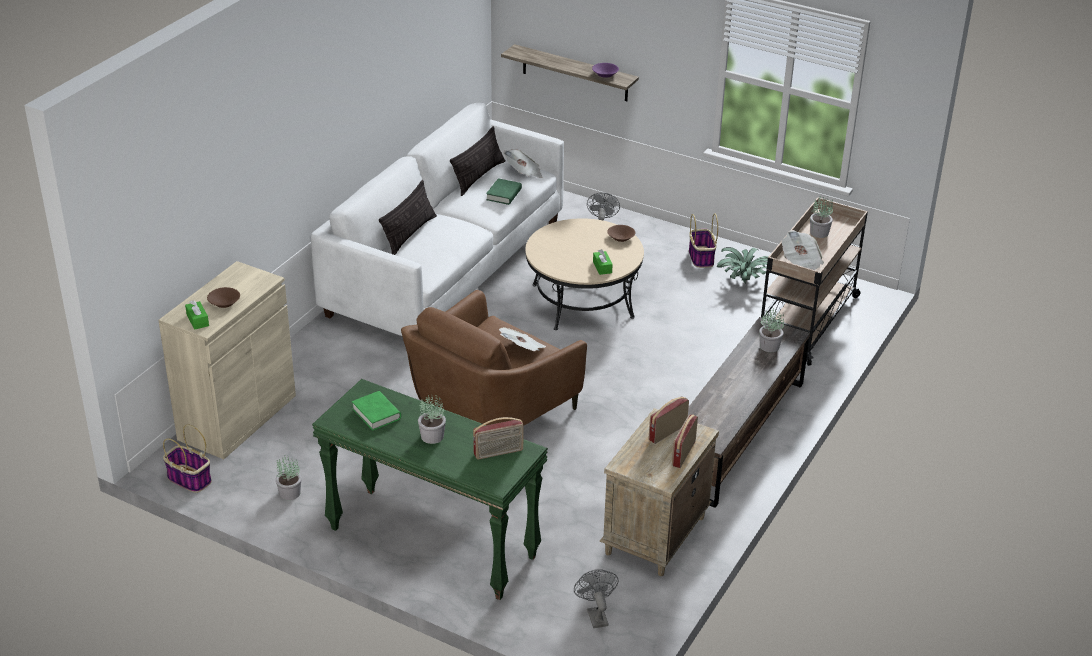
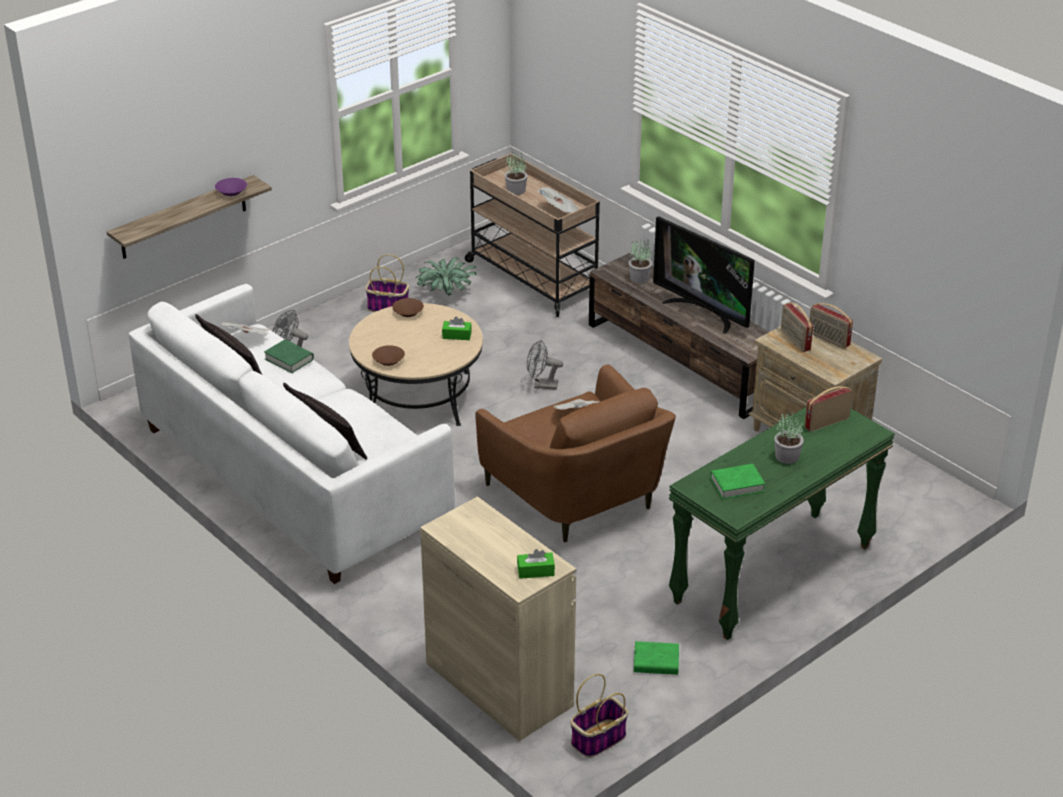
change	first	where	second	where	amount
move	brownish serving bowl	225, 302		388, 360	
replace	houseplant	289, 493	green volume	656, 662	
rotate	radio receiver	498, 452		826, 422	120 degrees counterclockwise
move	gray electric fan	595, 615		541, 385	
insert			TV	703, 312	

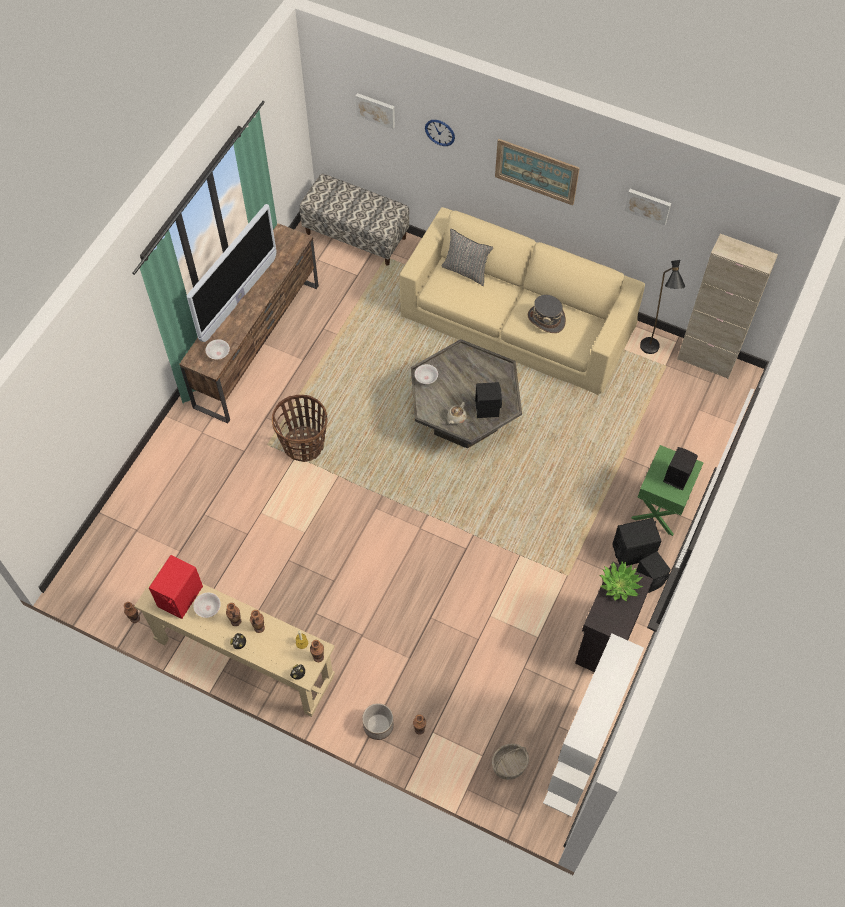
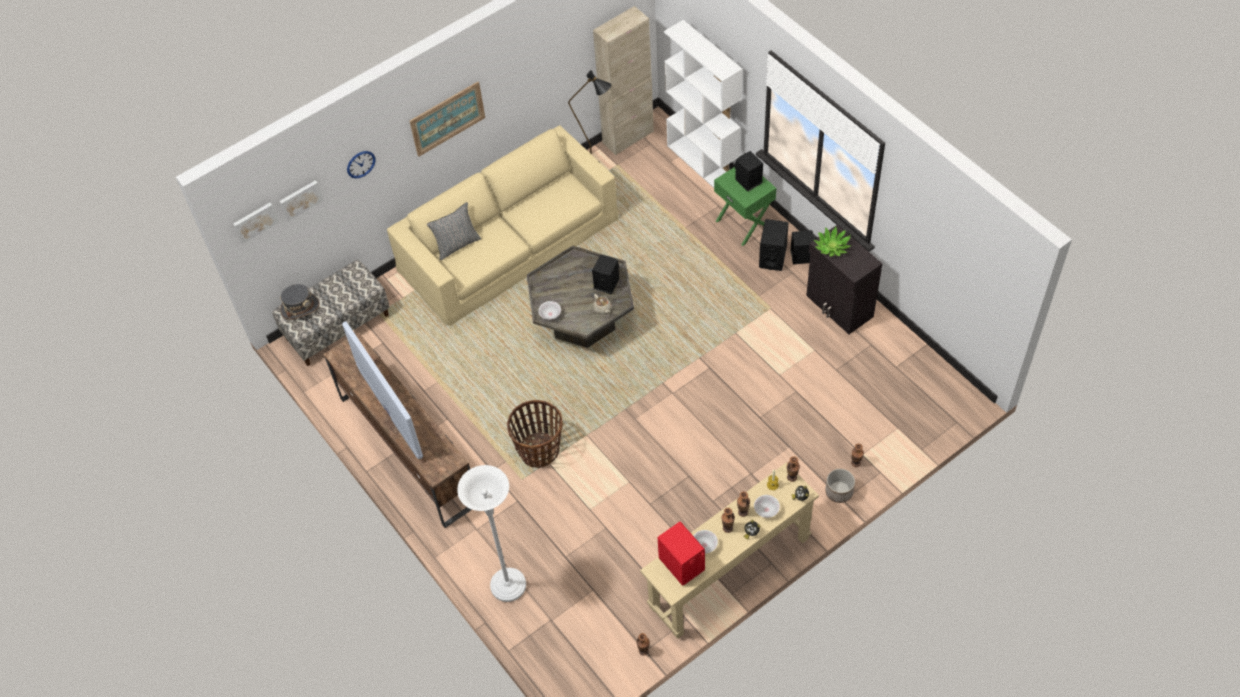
change	first	where	second	where	amount
move	white serving bowl	218, 354		766, 510	
delete	basket	509, 765			
move	gray hat	546, 319		300, 307	
move	white bookshelf	579, 761		703, 164	
move	picture	648, 205		255, 221	
insert			white standard lamp	508, 586	

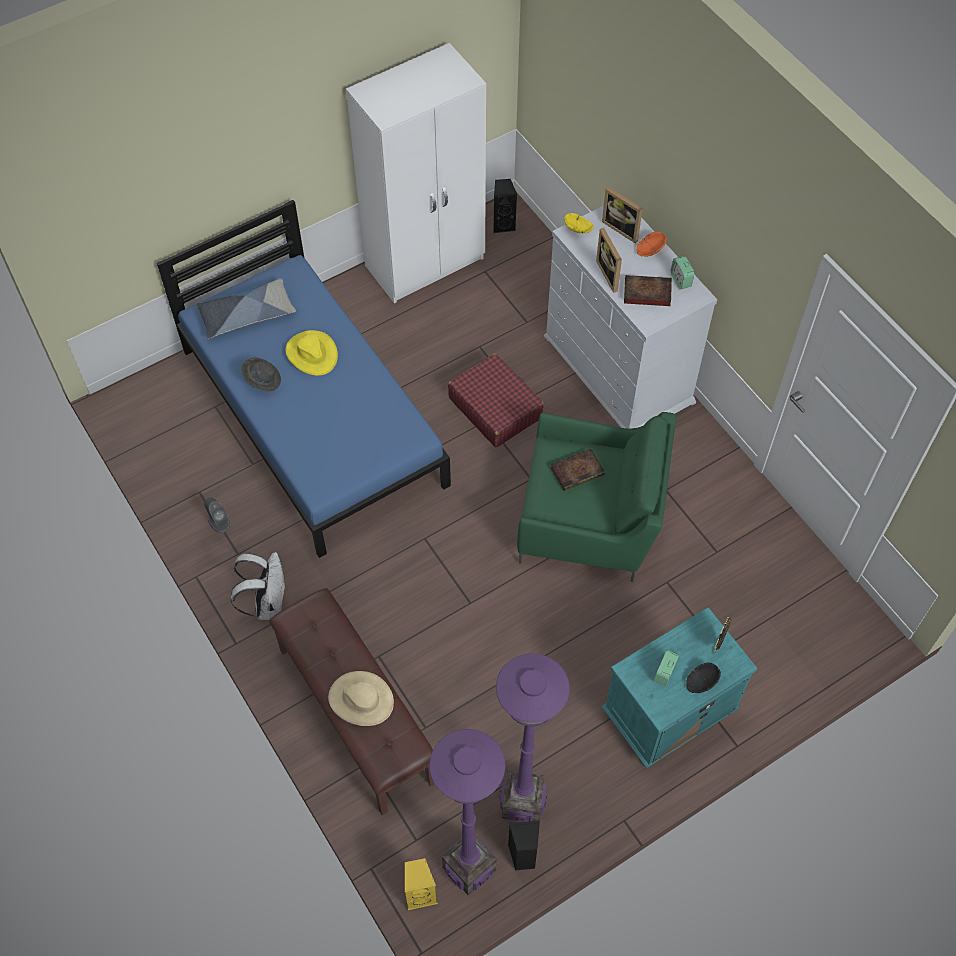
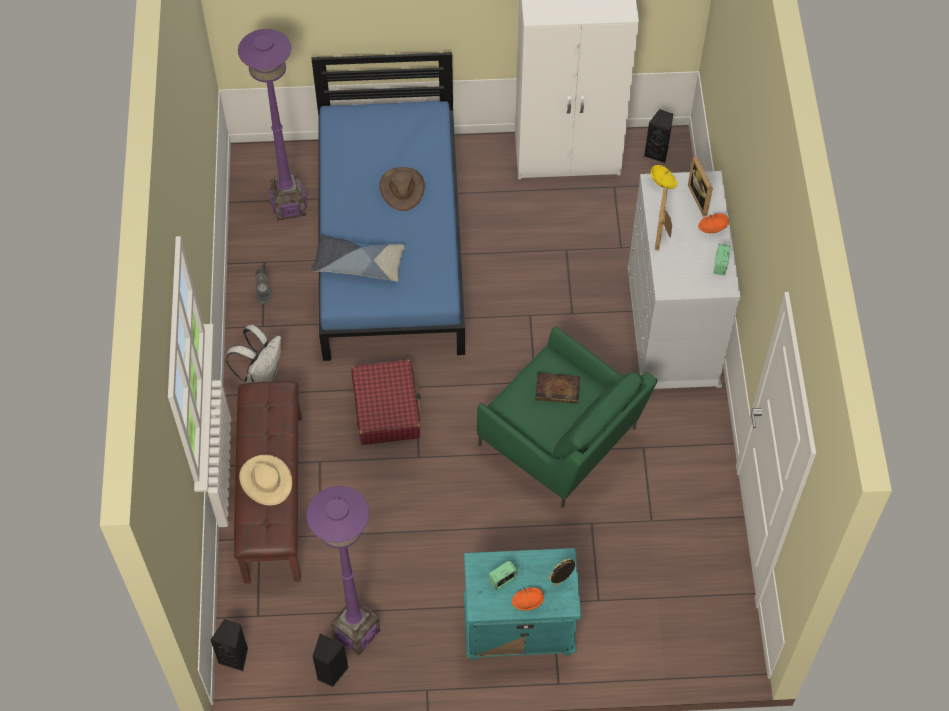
change	first	where	second	where	amount
move	cushion	247, 314		358, 263	
delete	gray hat	262, 380			
recolor	yellowish hat	311, 354	brownish hat	402, 189	
recolor	yellowish loudspeaker	420, 893	black-coloured loudspeaker	235, 657	
move	purple-coloured standard lamp	469, 868		289, 206	
move	reddish suitcase	495, 407		386, 408	
delete	volume	646, 293			
recolor	black-coloured serving bowl	700, 682	orange-coloured serving bowl	527, 602	

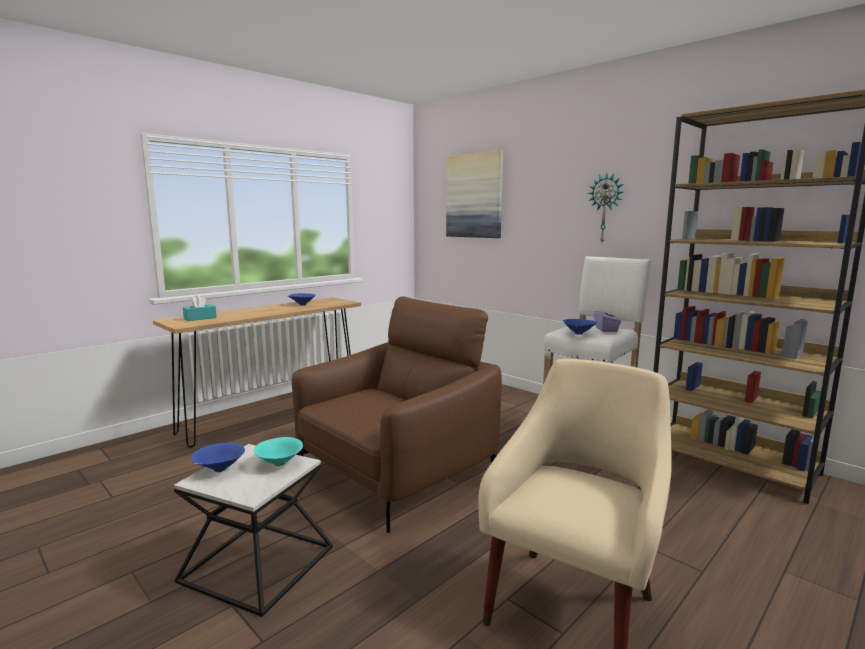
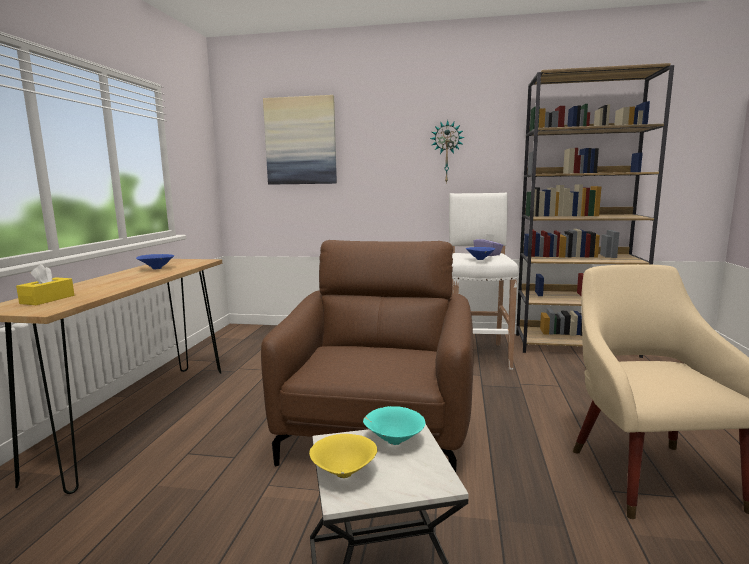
change	first	where	second	where	amount
recolor	turquoise box of tissues	200, 318	yellowish box of tissues	47, 299	
recolor	bluish serving bowl	219, 470	yellowish serving bowl	343, 474	

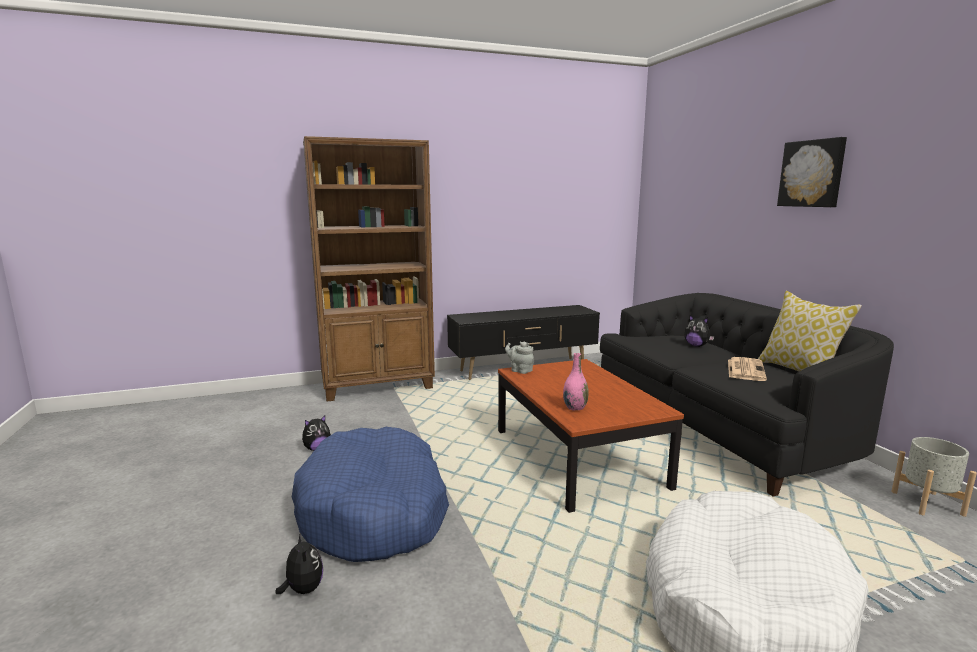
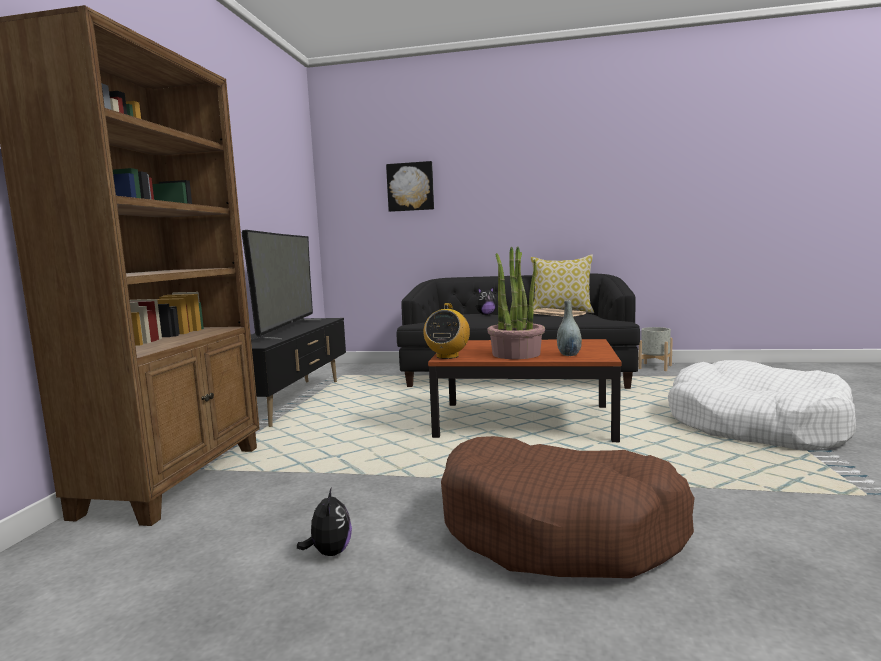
change	first	where	second	where	amount
delete	plush toy	303, 589			
recolor	bluish dog bed	375, 511	brownish dog bed	558, 529	
replace	gray pot for tea	520, 370	radio receiver	447, 356	
recolor	pinkish flower vase	575, 408	gray flower vase	569, 354	
move	picture	812, 173		410, 187	
insert			TV	288, 329	
insert			houseplant	516, 354	

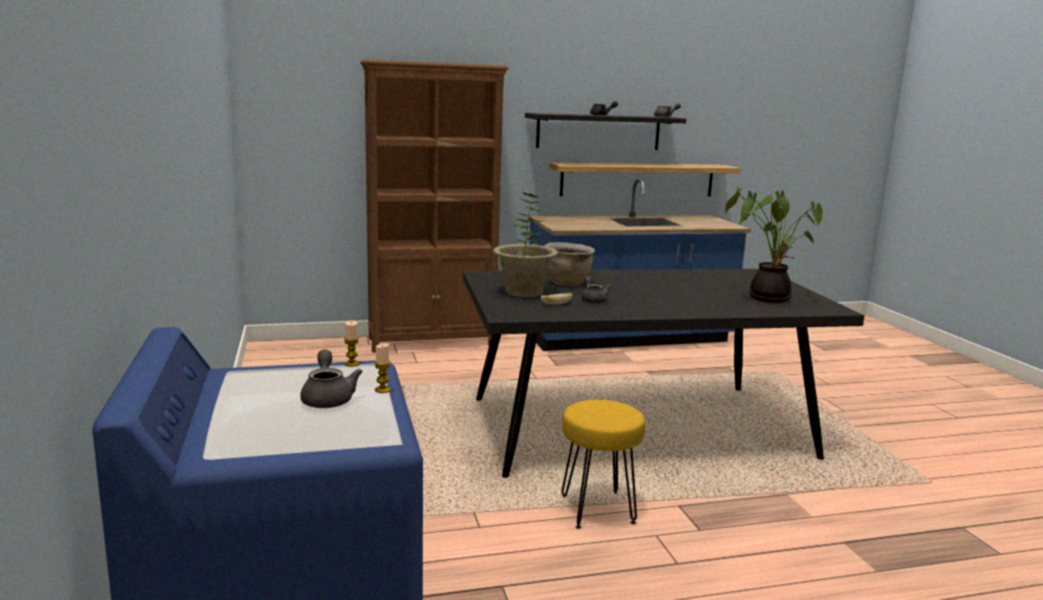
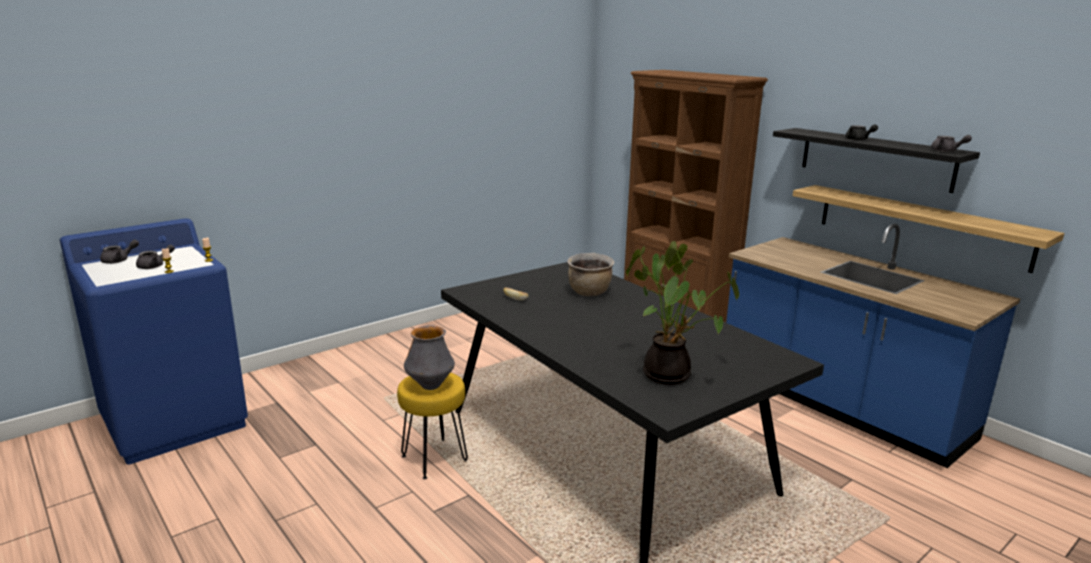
change	first	where	second	where	amount
delete	houseplant	524, 292			
move	gray pot for tea	593, 299		119, 260	
insert			flower vase	430, 386	

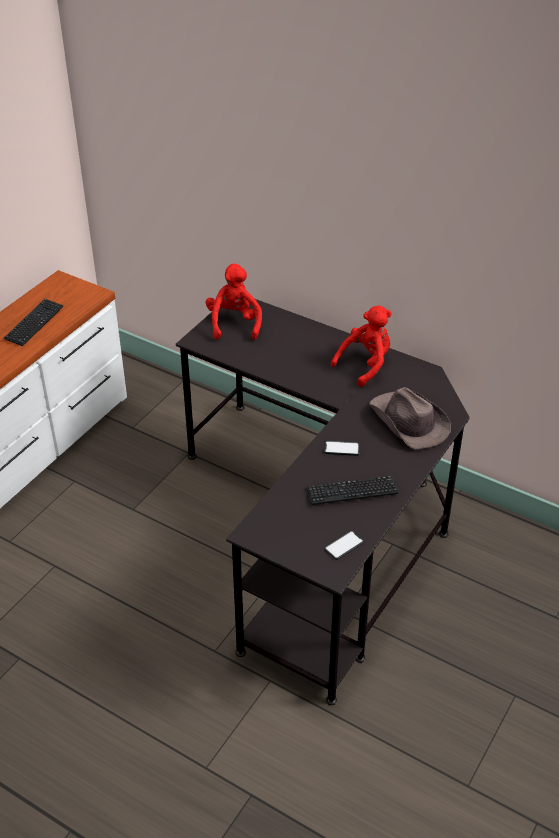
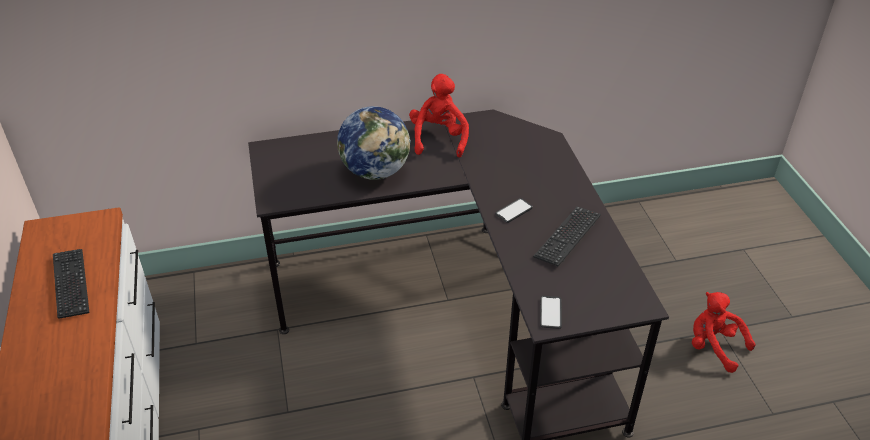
change	first	where	second	where	amount
move	reddish plush toy	234, 323		714, 346	
move	phone	344, 545		550, 312	
delete	brownish hat	408, 422			
insert			desk globe	376, 171	

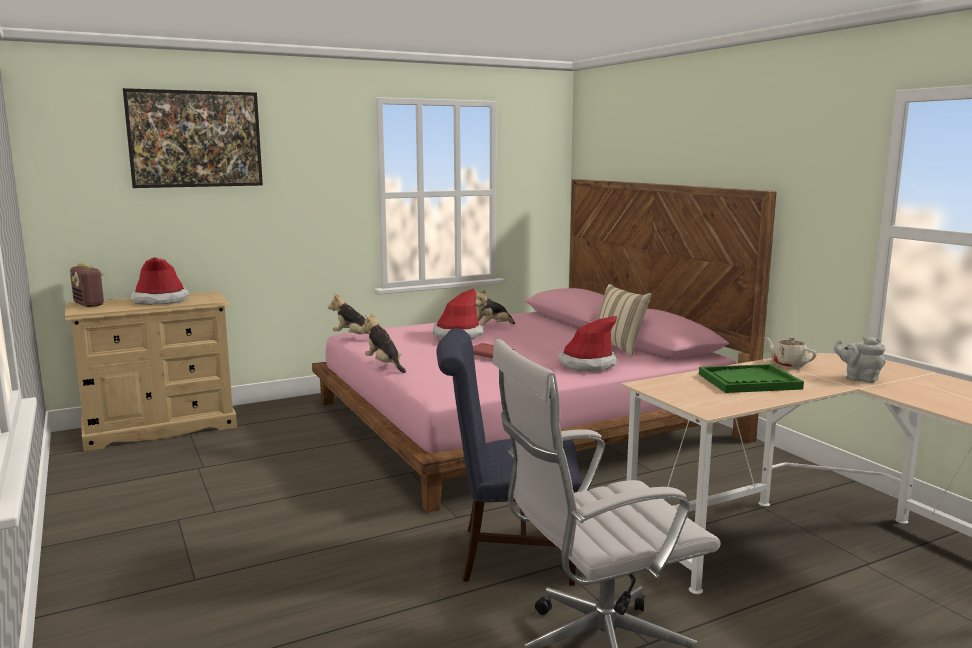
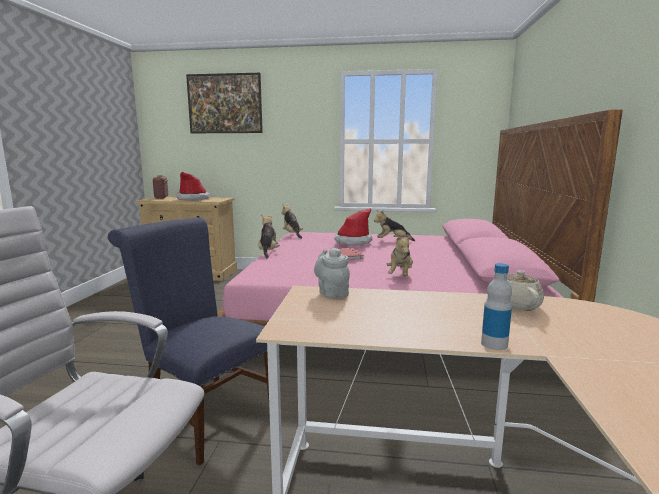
change	first	where	second	where	amount
replace	hat	587, 364	plush toy	400, 275	
delete	beige cushion	619, 347			
delete	green serving tray	749, 381			
move	gray pot for tea	859, 379		332, 293	
insert			drink bottle	494, 344	

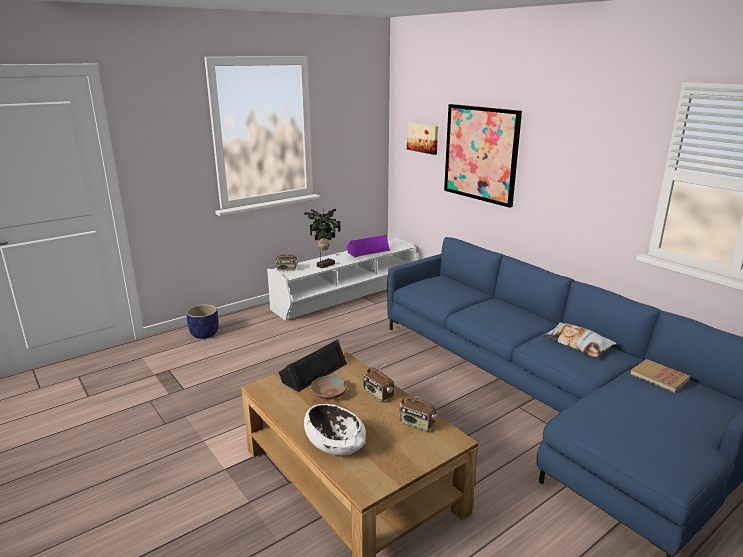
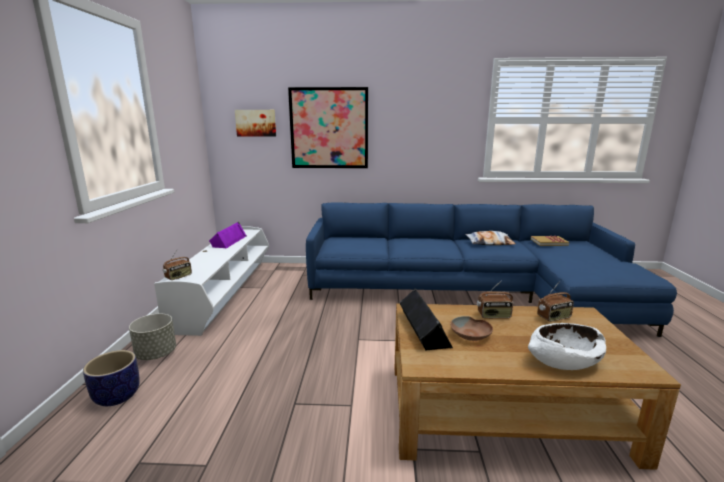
change	first	where	second	where	amount
delete	houseplant	324, 265			
insert			gray flower pot	156, 354	

